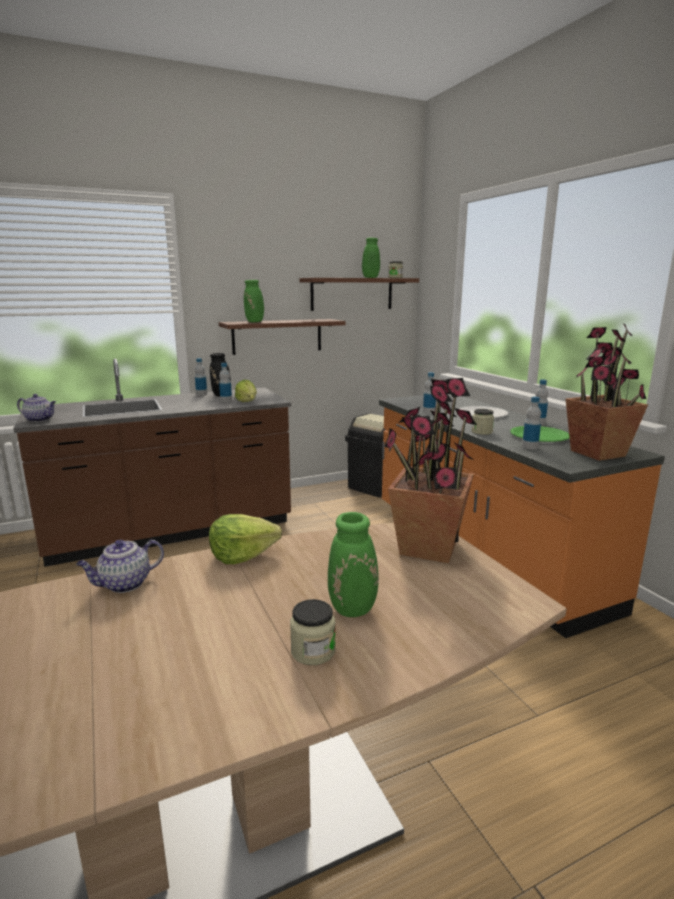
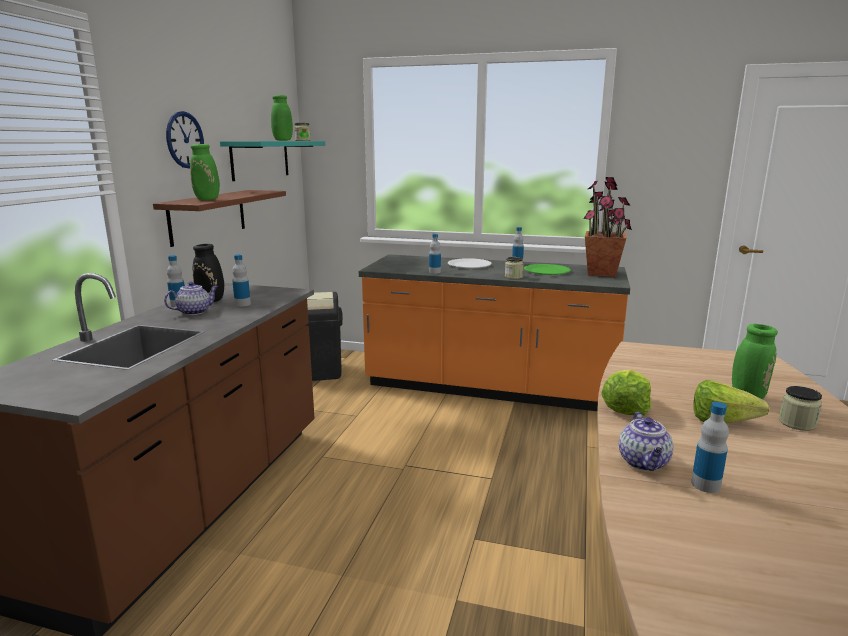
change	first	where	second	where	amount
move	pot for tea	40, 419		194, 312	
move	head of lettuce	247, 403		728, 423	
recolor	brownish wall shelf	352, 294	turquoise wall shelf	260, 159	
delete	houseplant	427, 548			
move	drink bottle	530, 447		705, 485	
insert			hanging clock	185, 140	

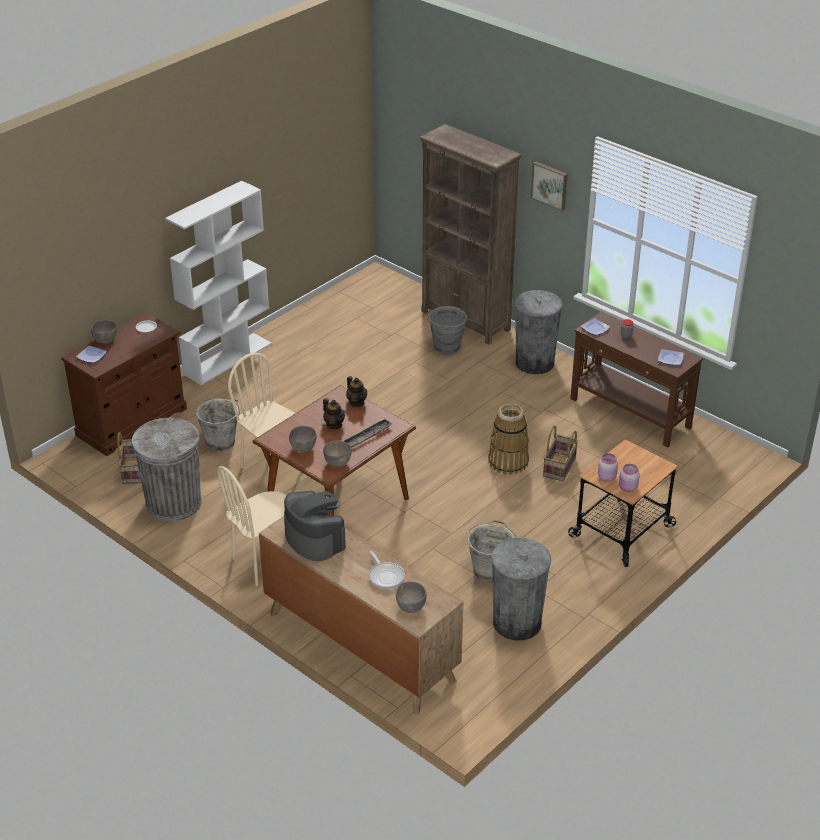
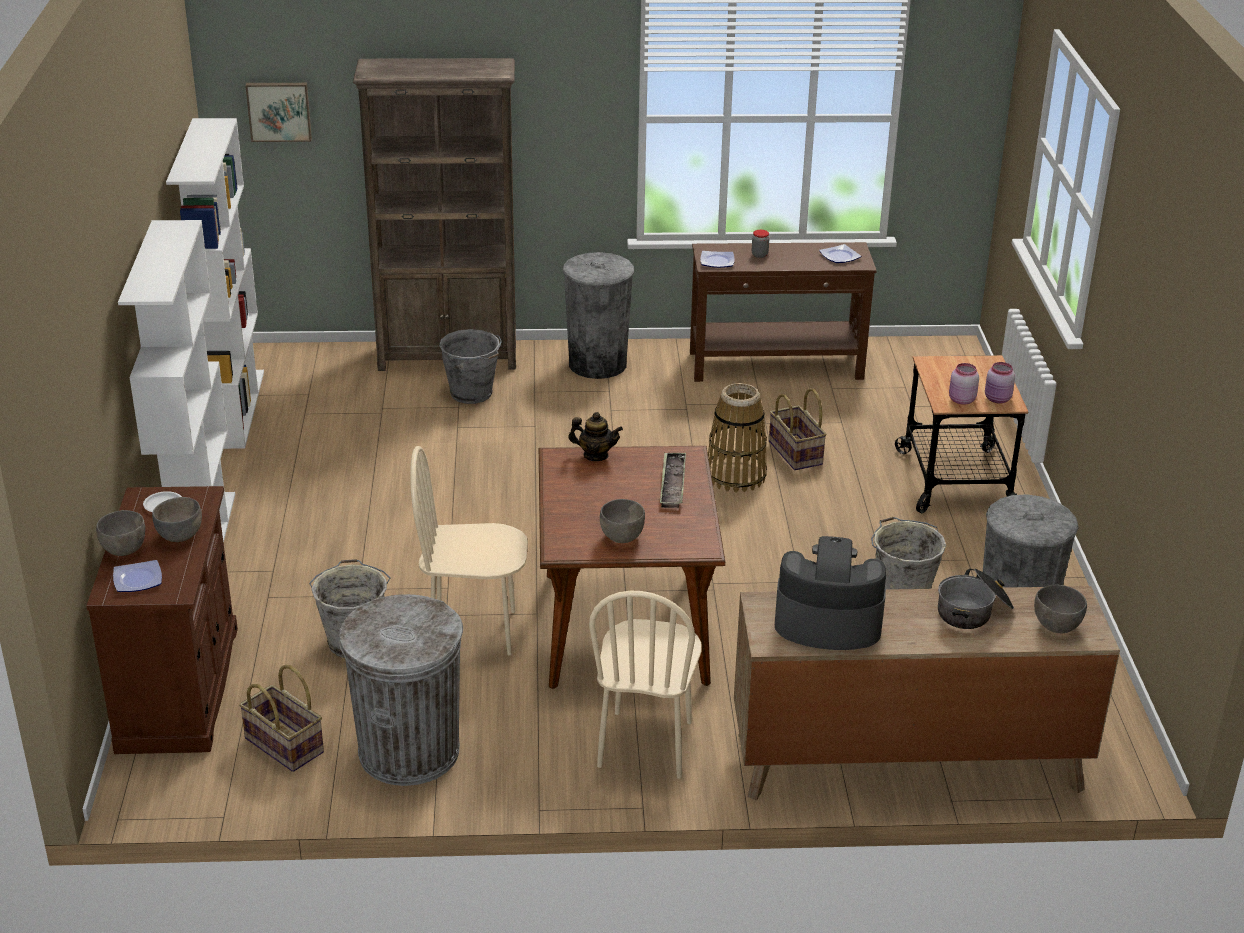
change	first	where	second	where	amount
delete	pot for tea	334, 425			
move	gray serving bowl	338, 463		180, 536	
replace	skillet	385, 576	cooking pot	973, 612	
move	picture	550, 185		279, 111	
insert			white bookshelf	233, 408	

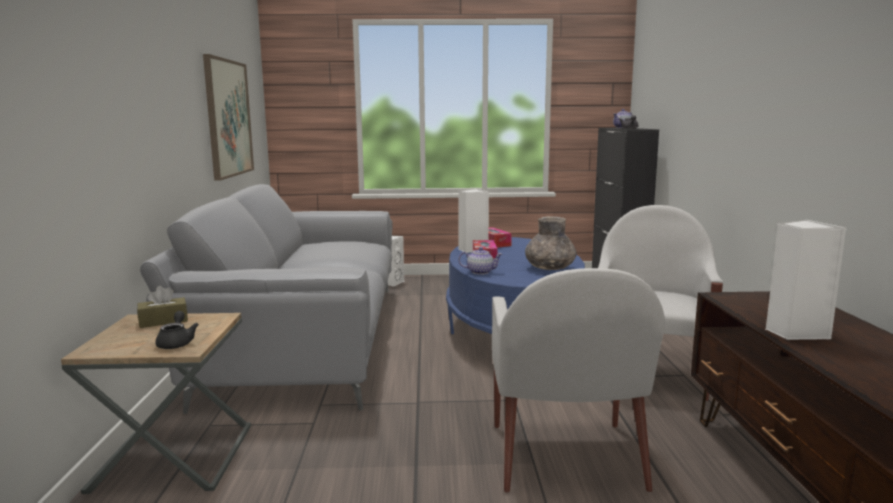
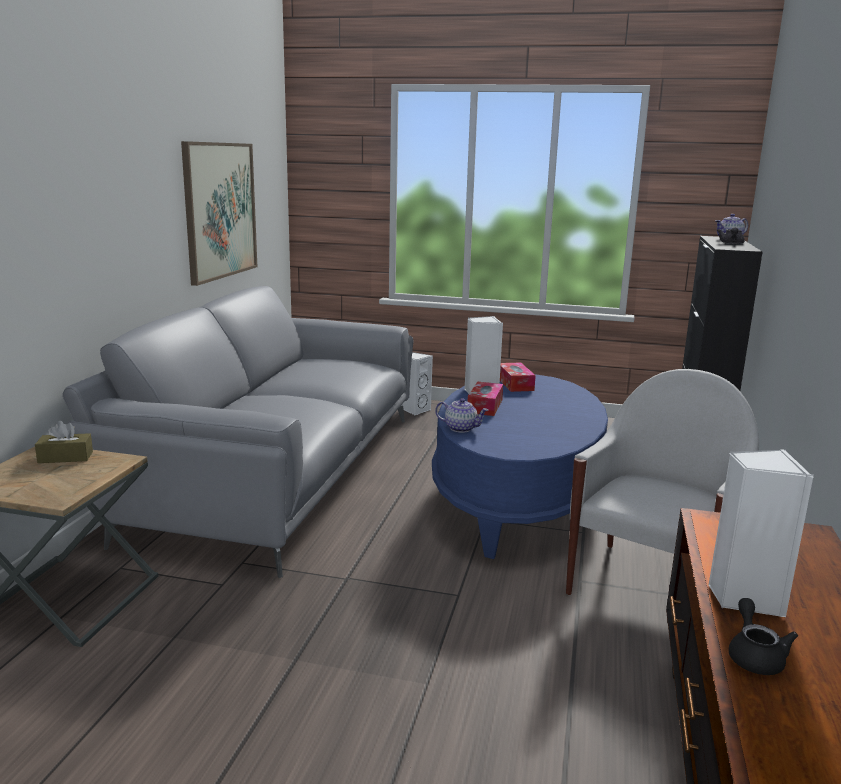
change	first	where	second	where	amount
move	black-coloured pot for tea	177, 343		754, 656	
delete	white armchair	565, 458			
delete	gray flower vase	549, 268			

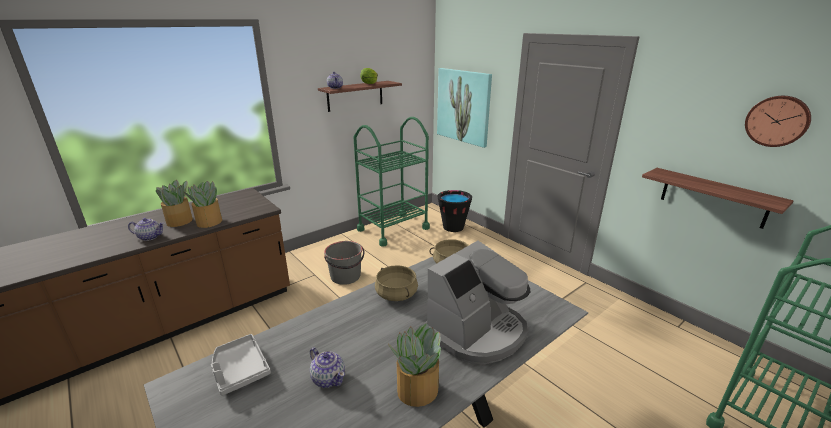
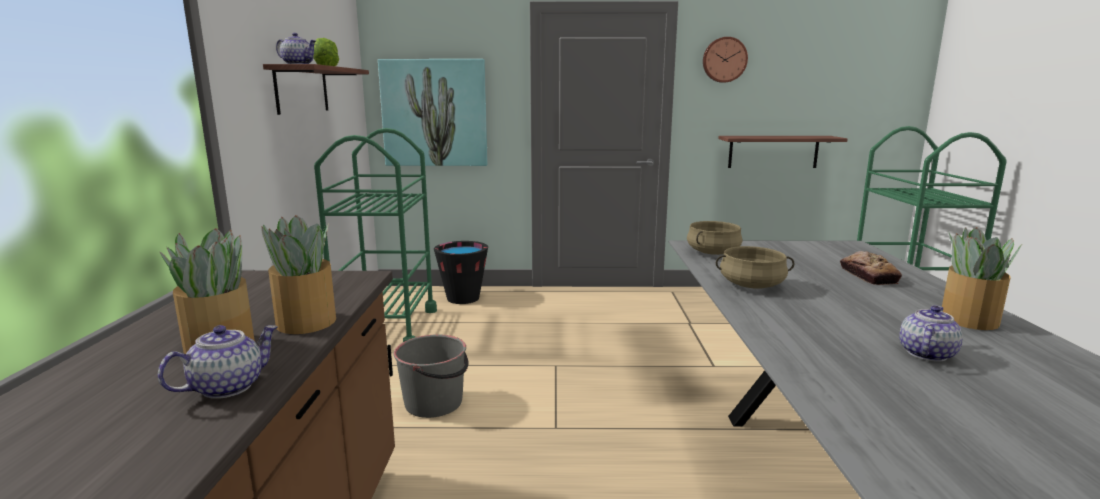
change	first	where	second	where	amount
delete	gray serving tray	239, 370			
rotate	pot for tea	328, 378		925, 354	45 degrees counterclockwise
replace	coffee brewer	477, 332	bakery bread	868, 275	
move	hanging clock	777, 121		724, 60	

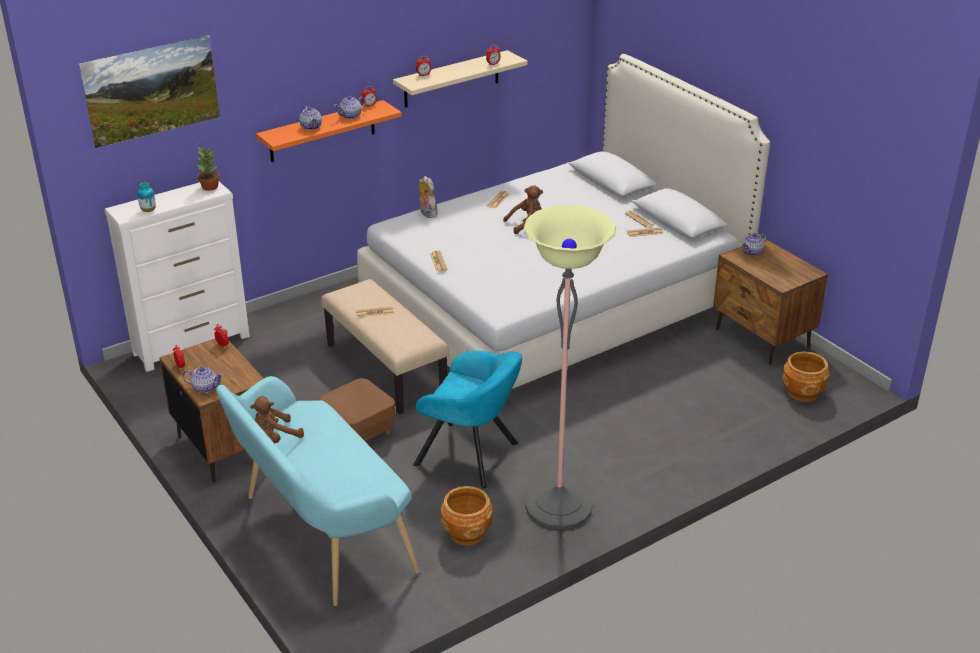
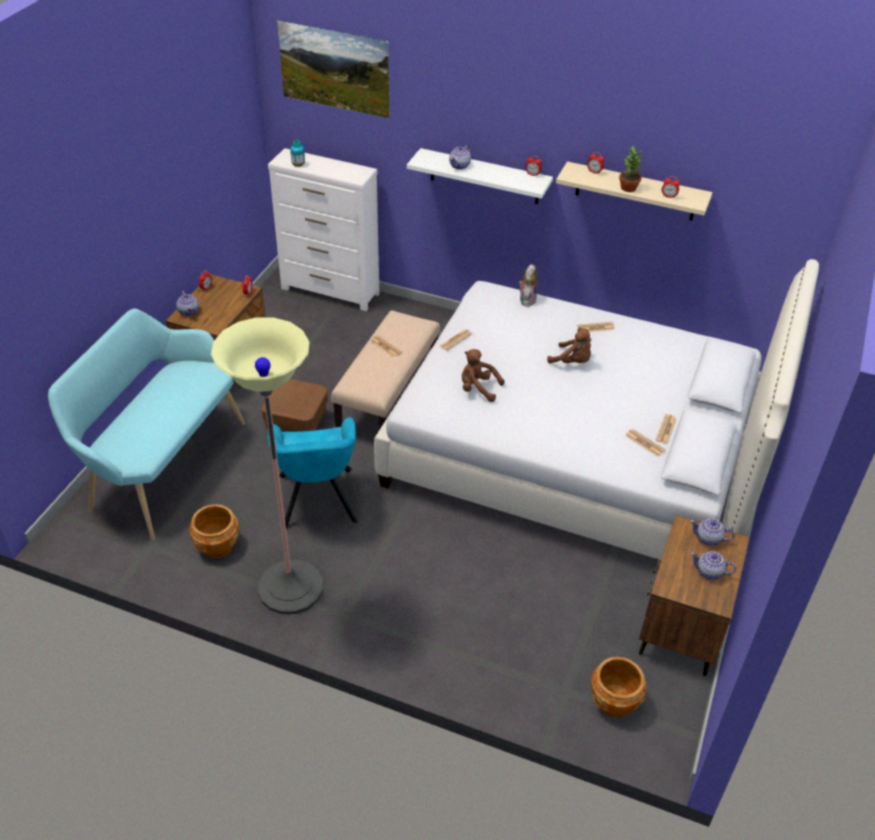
change	first	where	second	where	amount
move	houseplant	209, 187		628, 188	
move	brownish plush toy	275, 437		478, 389	
recolor	orange-coloured wall shelf	322, 131	white wall shelf	484, 176	
move	pot for tea	351, 116		709, 572	

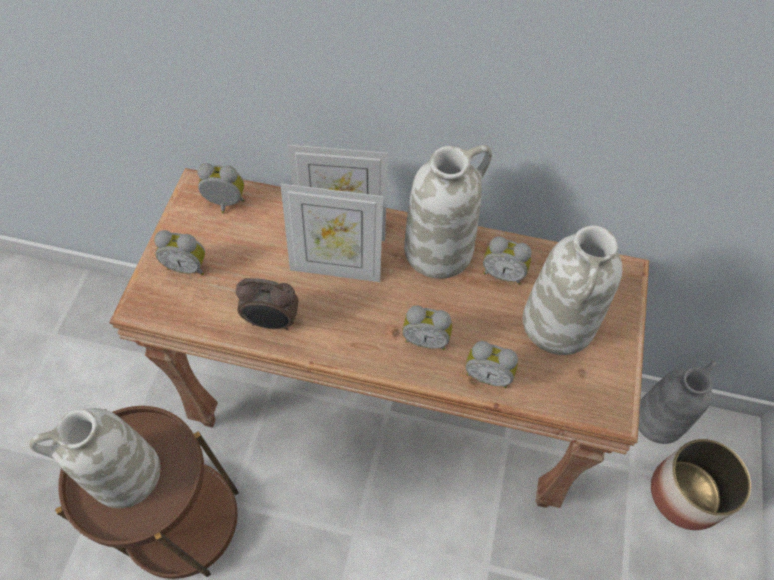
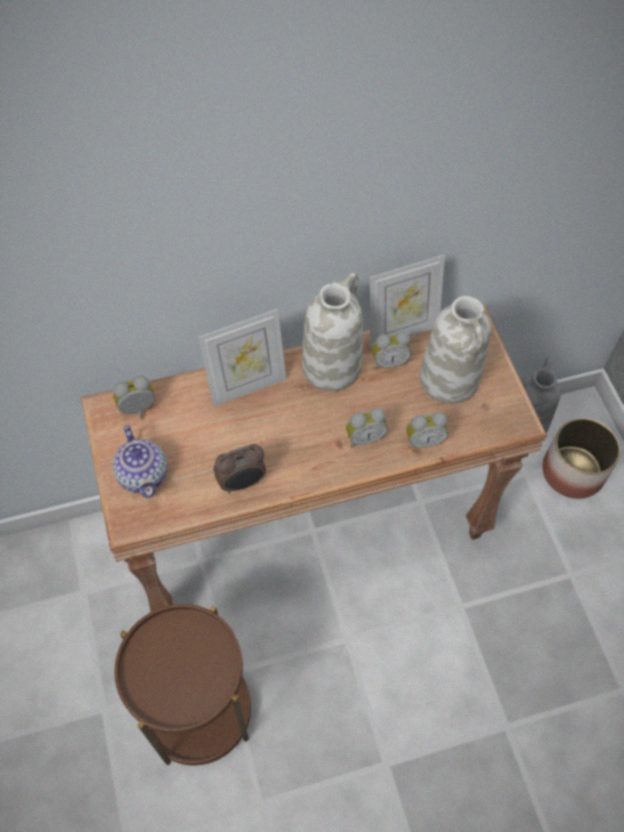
change	first	where	second	where	amount
delete	white flower vase	125, 475			
replace	bedside clock	188, 266	pot for tea	143, 474	
move	photo frame	336, 267		401, 331	

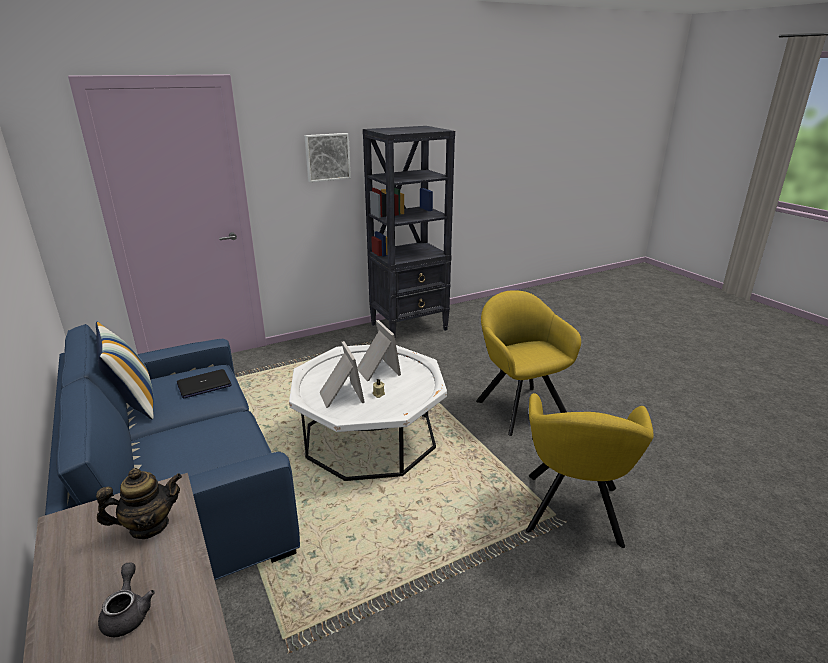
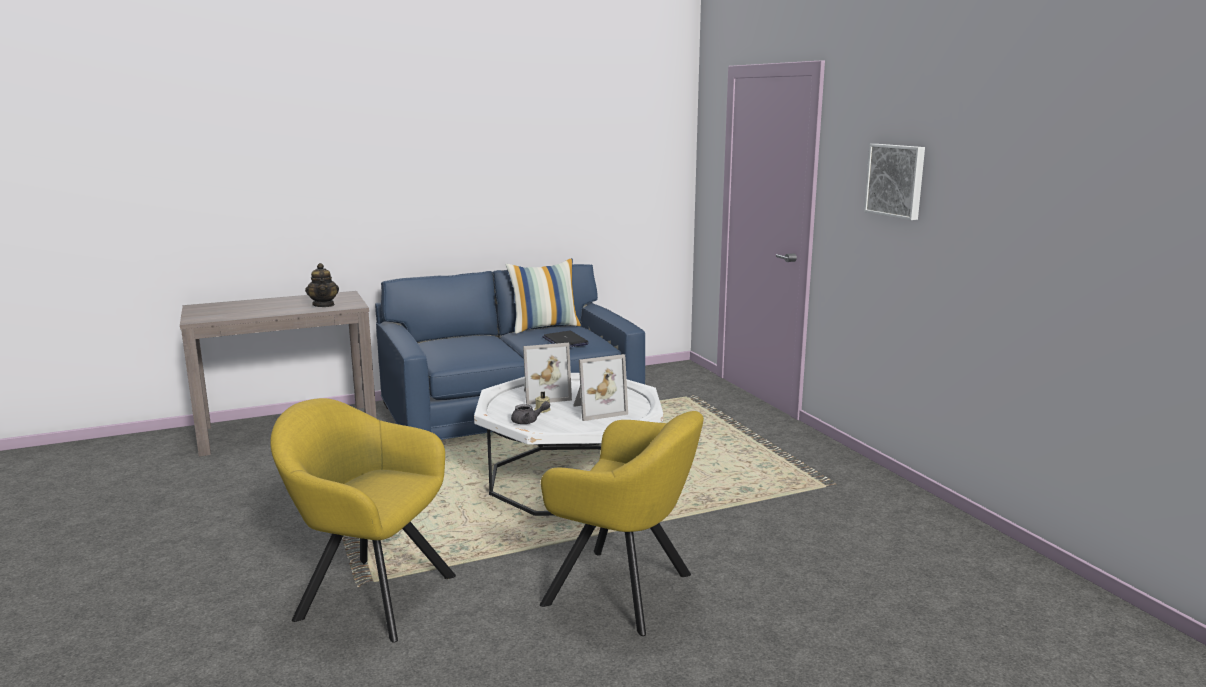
change	first	where	second	where	amount
move	gray pot for tea	128, 612		528, 421	
delete	black-coloured bookshelf	410, 327			
rotate	yellowish armchair	519, 406		626, 592	45 degrees clockwise

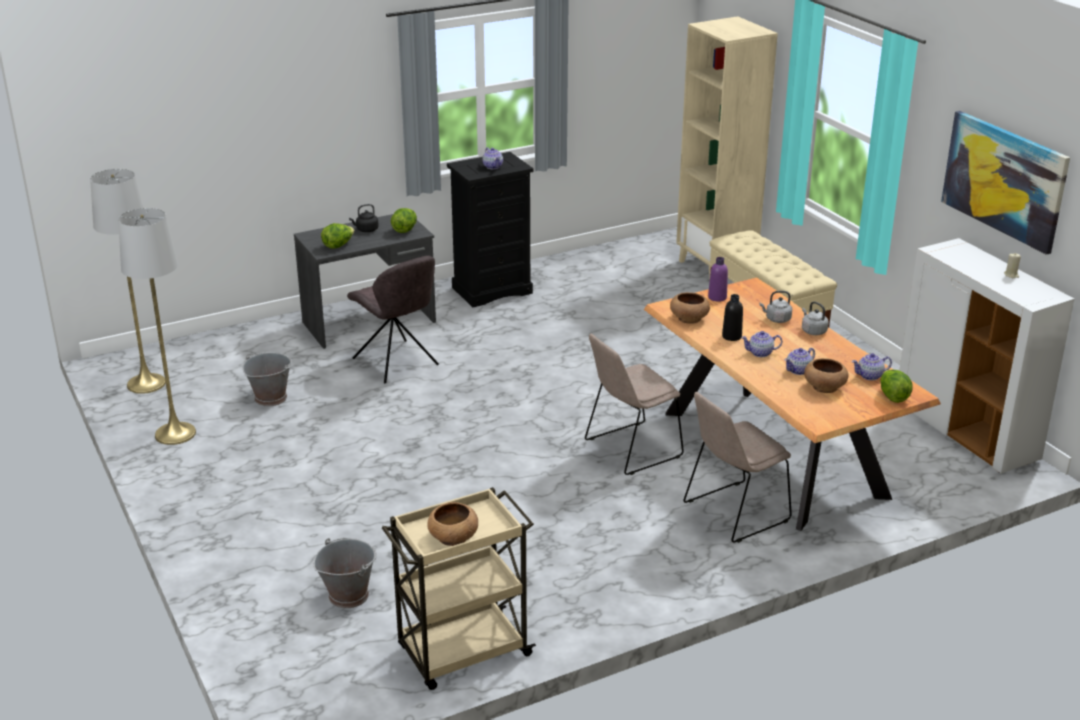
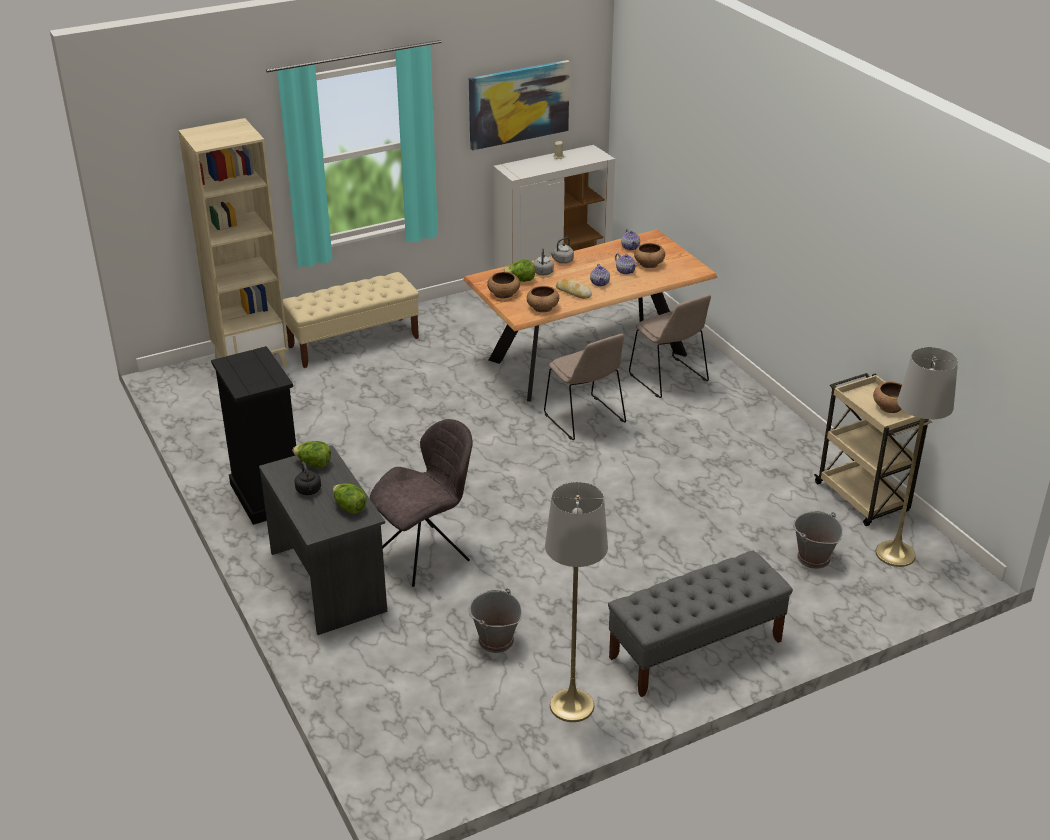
change	first	where	second	where	amount
move	gray standard lamp	146, 383		895, 554	
delete	pot for tea	493, 166			
replace	purple-coloured drink bottle	717, 297	brownish serving bowl	503, 294	
replace	black-coloured drink bottle	731, 336	bakery bread	573, 292	
move	head of lettuce	893, 396		520, 280	
insert			gray bench	695, 649	

